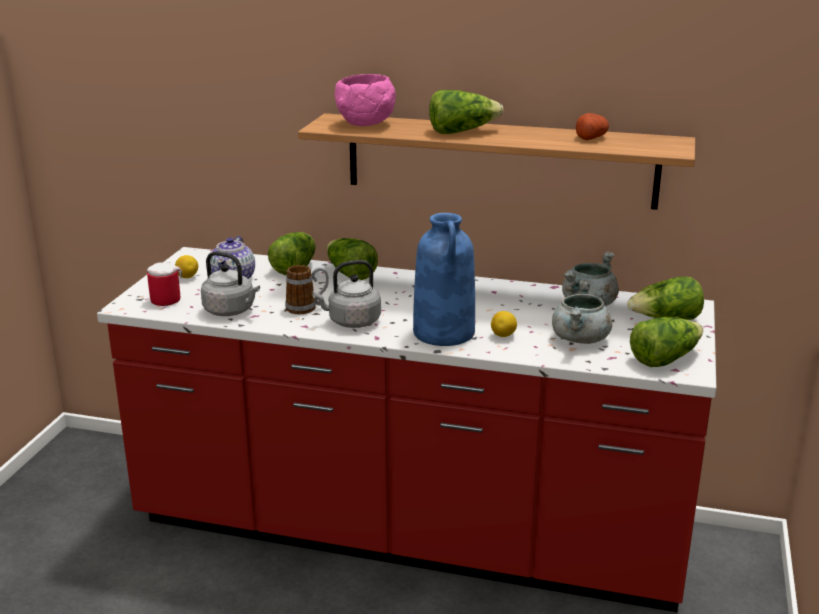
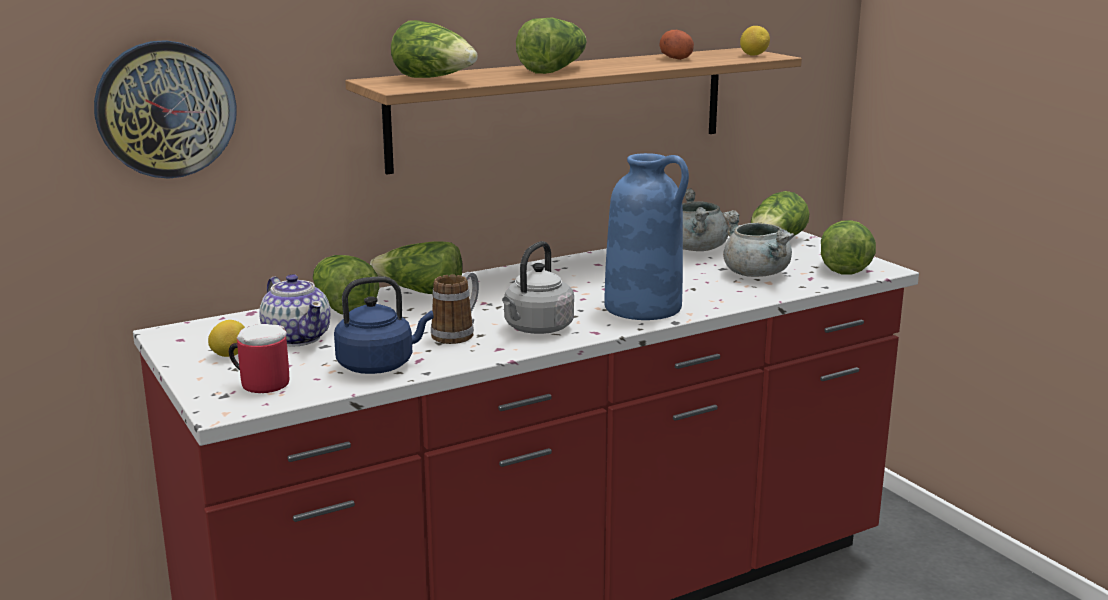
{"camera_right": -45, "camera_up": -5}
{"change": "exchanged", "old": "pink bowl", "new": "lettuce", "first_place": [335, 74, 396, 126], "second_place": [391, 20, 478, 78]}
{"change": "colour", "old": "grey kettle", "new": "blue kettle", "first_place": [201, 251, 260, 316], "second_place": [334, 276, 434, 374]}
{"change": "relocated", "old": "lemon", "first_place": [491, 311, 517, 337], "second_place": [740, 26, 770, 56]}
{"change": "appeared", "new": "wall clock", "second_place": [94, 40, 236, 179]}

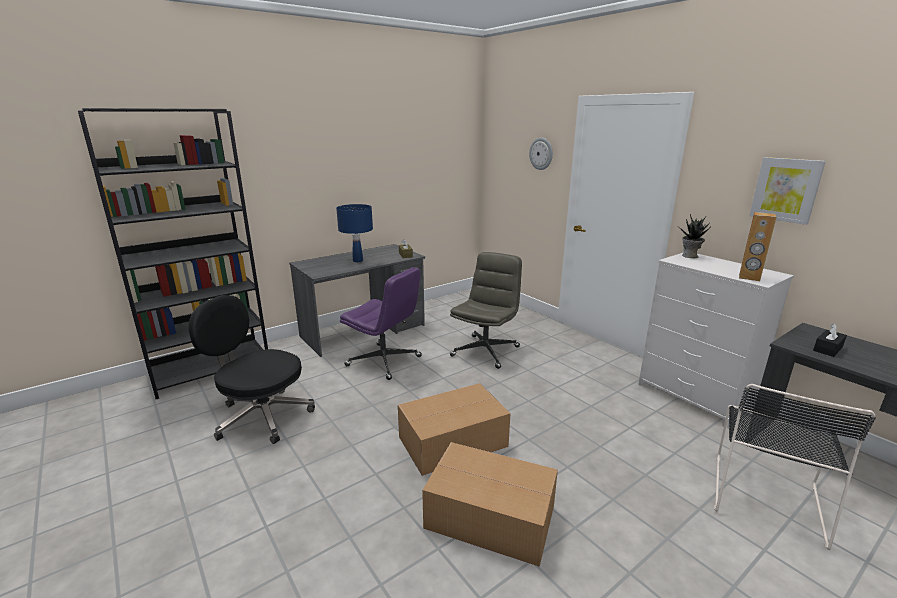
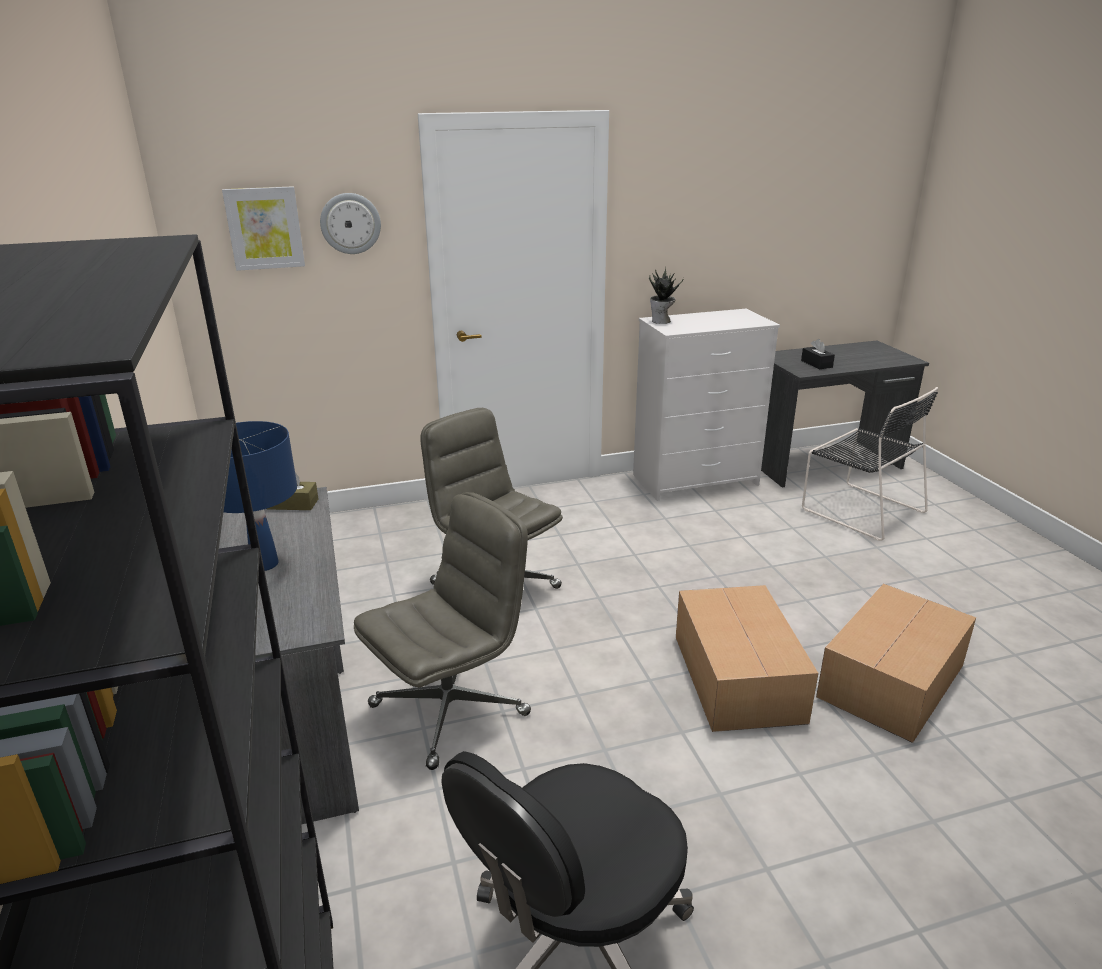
{"camera_right": -70, "camera_up": 5}
{"change": "relocated", "old": "picture", "first_place": [749, 157, 826, 225], "second_place": [222, 186, 305, 271]}
{"change": "missing", "old": "brown speaker", "first_place": [739, 212, 776, 281]}
{"change": "colour", "old": "purple office chair", "new": "grey office chair", "first_place": [340, 267, 422, 380], "second_place": [354, 492, 531, 770]}

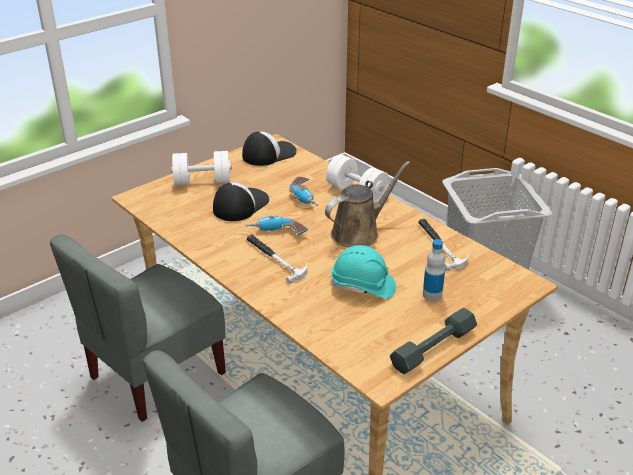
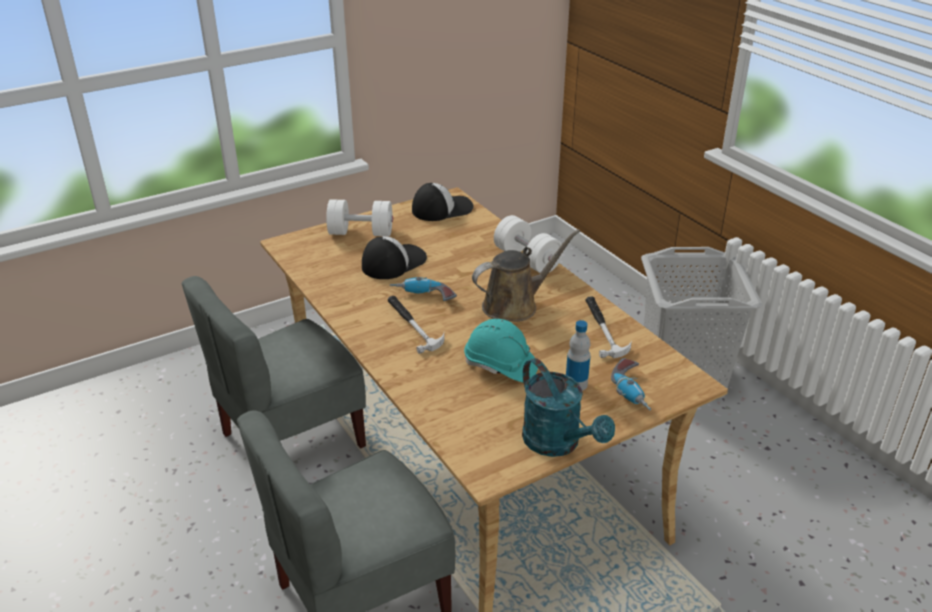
{"camera_right": 10, "camera_up": 0}
{"change": "relocated", "old": "power drill", "first_place": [289, 177, 318, 206], "second_place": [611, 358, 651, 411]}
{"change": "exchanged", "old": "grey dumbbell", "new": "turquoise watering can", "first_place": [390, 308, 477, 374], "second_place": [522, 358, 615, 457]}

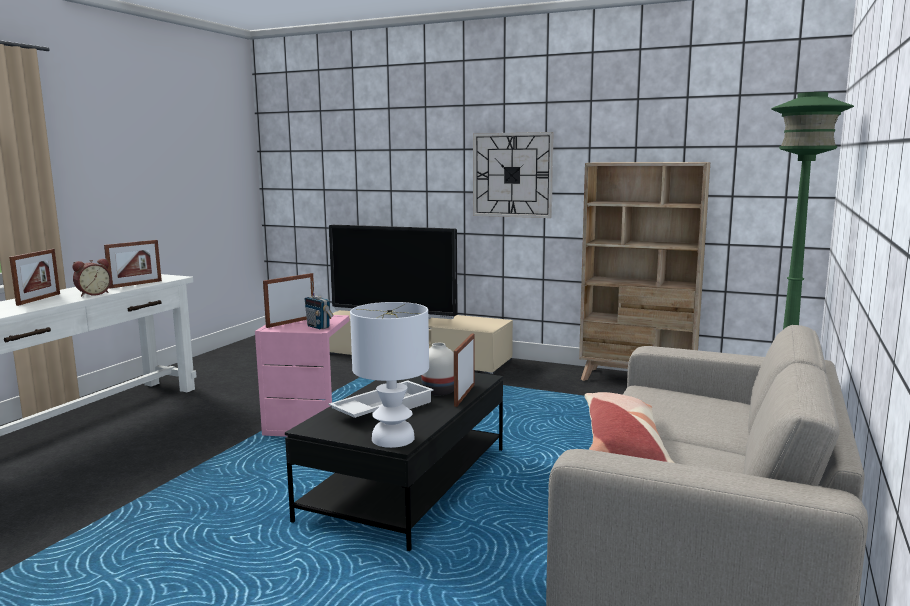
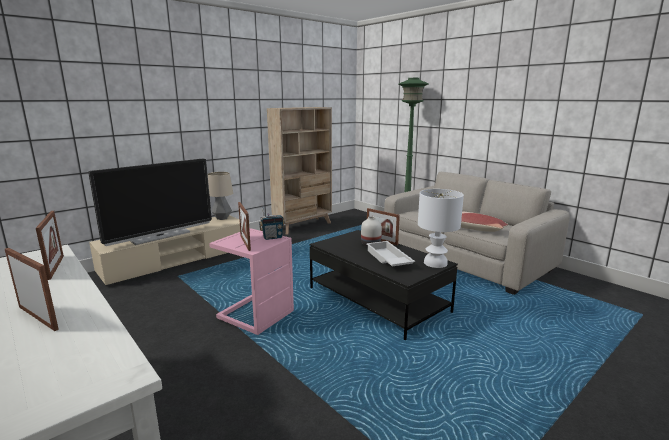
{"camera_right": -65, "camera_up": 5}
{"change": "missing", "old": "wall clock", "first_place": [473, 132, 554, 218]}
{"change": "missing", "old": "alarm clock", "first_place": [73, 259, 112, 297]}
{"change": "appeared", "new": "table lamp", "second_place": [208, 172, 233, 220]}

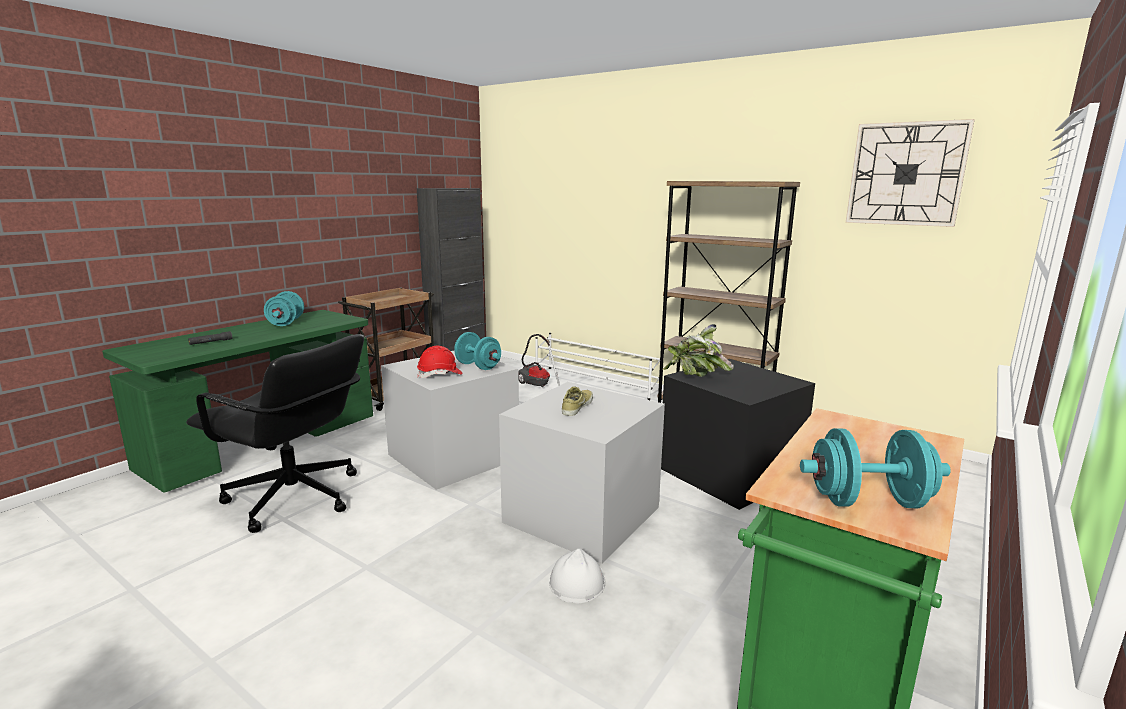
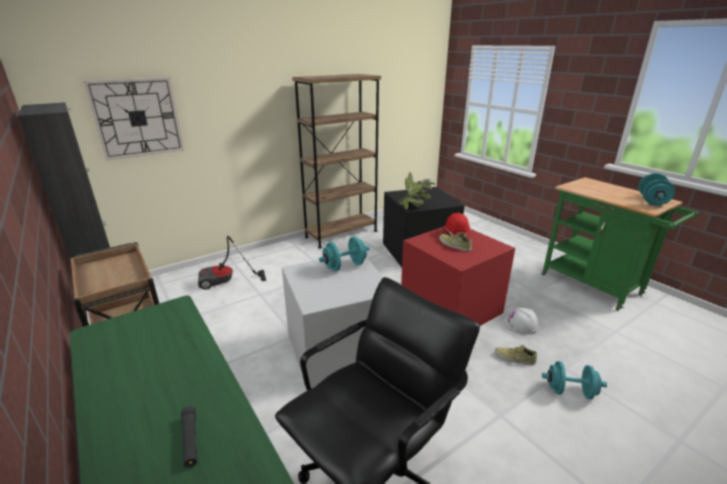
{"camera_right": -70, "camera_up": 10}
{"change": "relocated", "old": "wall clock", "first_place": [846, 119, 975, 227], "second_place": [84, 77, 184, 161]}
{"change": "relocated", "old": "turquoise dumbbell", "first_place": [264, 291, 304, 326], "second_place": [542, 361, 607, 399]}
{"change": "missing", "old": "white shoe rack", "first_place": [535, 333, 660, 400]}
{"change": "relocated", "old": "red hard hat", "first_place": [417, 346, 463, 378], "second_place": [444, 213, 470, 236]}
{"change": "colour", "old": "grey storage box", "new": "red storage box", "first_place": [499, 382, 665, 564], "second_place": [401, 226, 515, 326]}
{"change": "appeared", "new": "beige shoe", "second_place": [495, 345, 537, 365]}

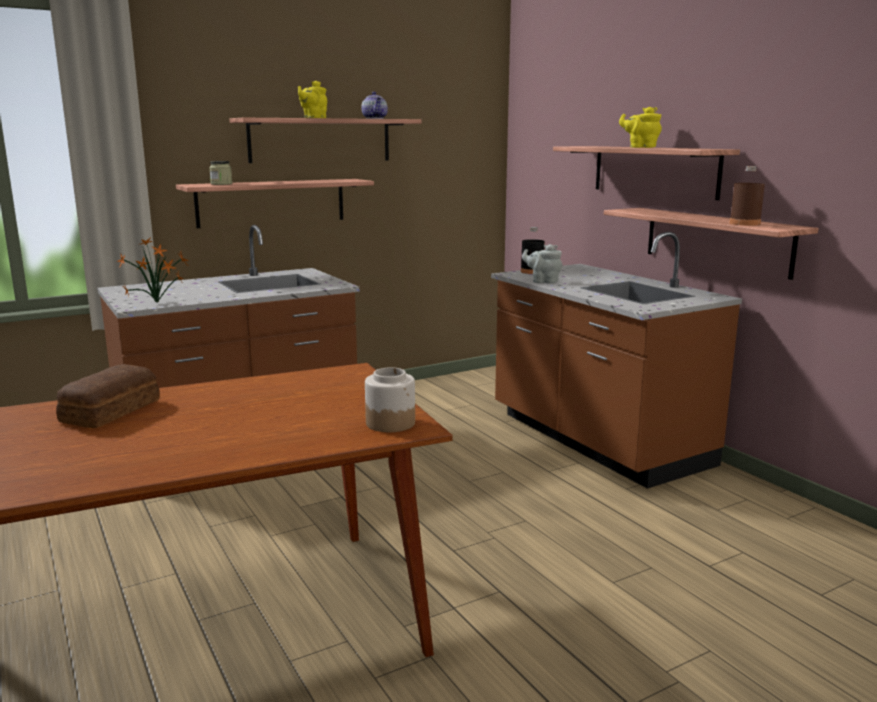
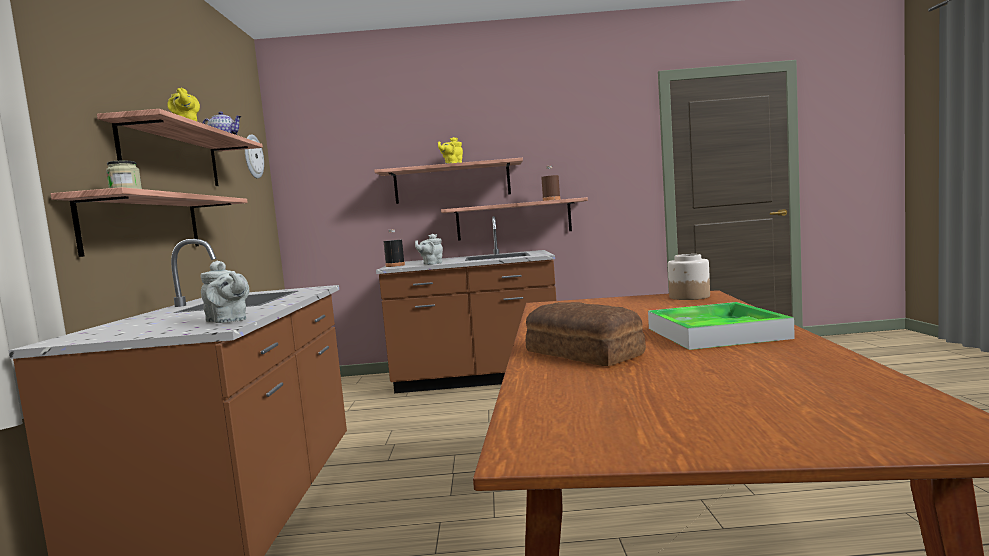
{"camera_right": -60, "camera_up": -10}
{"change": "exchanged", "old": "potted plant", "new": "grey teapot", "first_place": [117, 237, 190, 303], "second_place": [200, 260, 249, 323]}
{"change": "appeared", "new": "wall clock", "second_place": [245, 134, 264, 179]}
{"change": "appeared", "new": "tray", "second_place": [648, 302, 795, 350]}

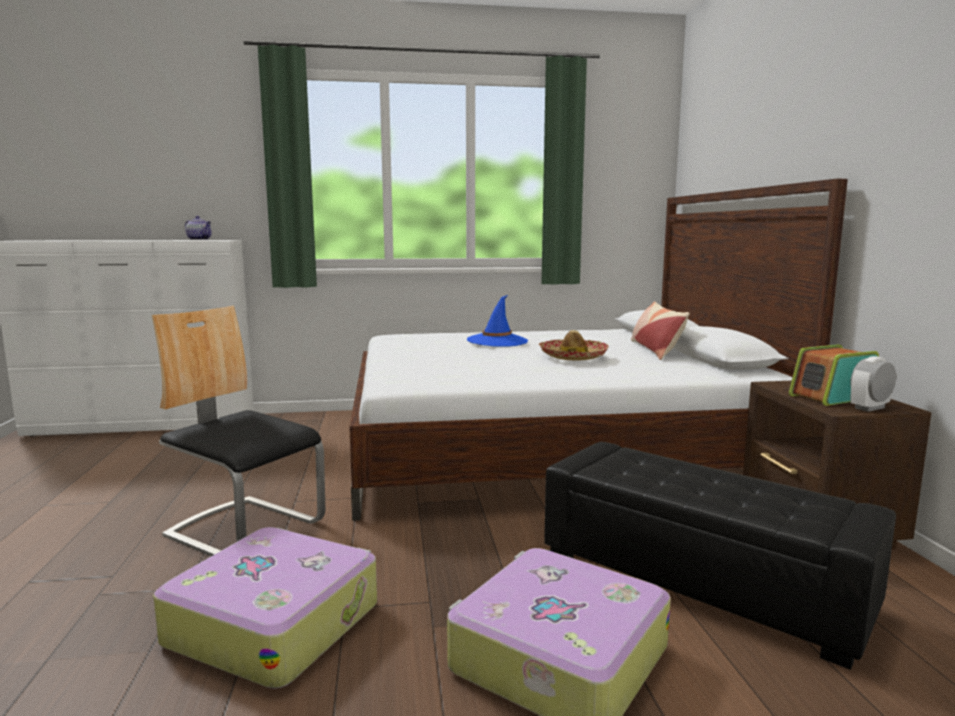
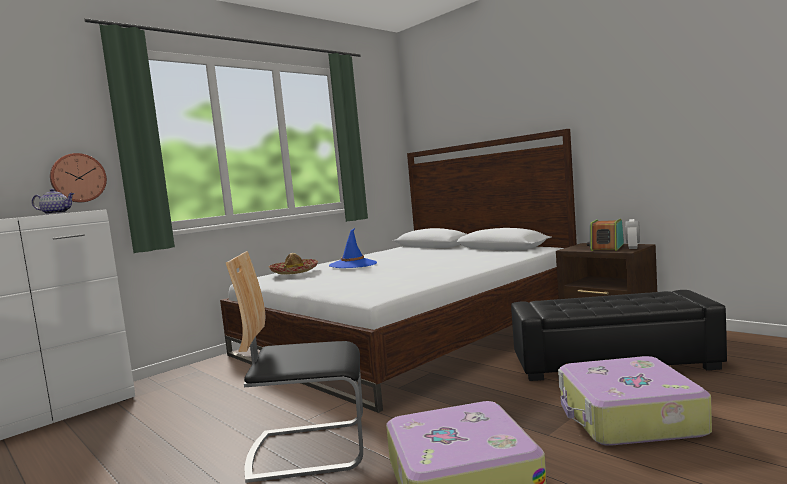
{"camera_right": -35, "camera_up": -5}
{"change": "missing", "old": "pillow", "first_place": [631, 301, 690, 360]}
{"change": "relocated", "old": "hat", "first_place": [539, 330, 609, 361], "second_place": [268, 253, 318, 275]}
{"change": "appeared", "new": "wall clock", "second_place": [50, 153, 107, 202]}

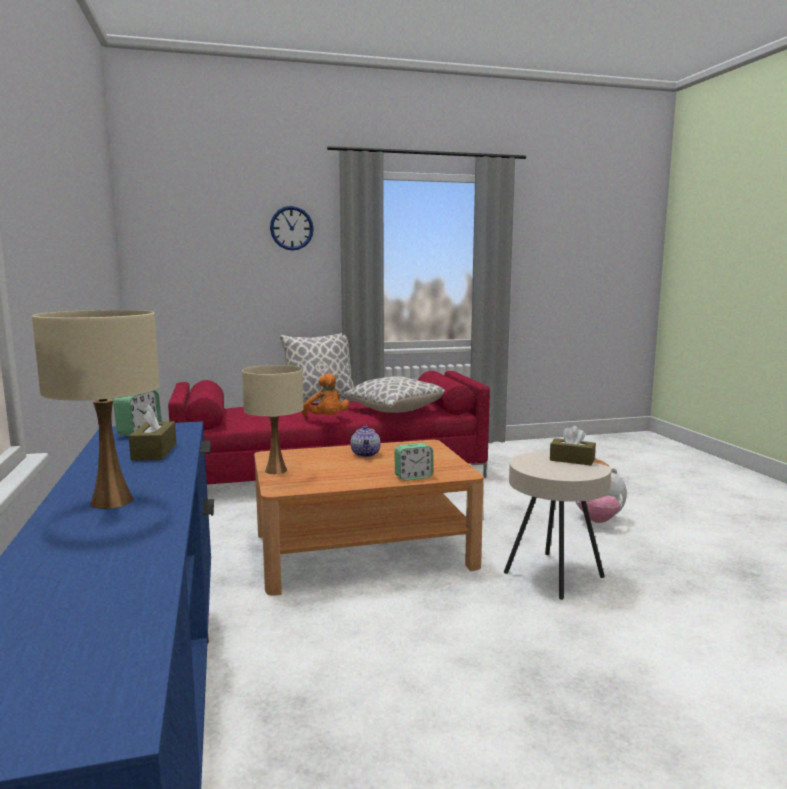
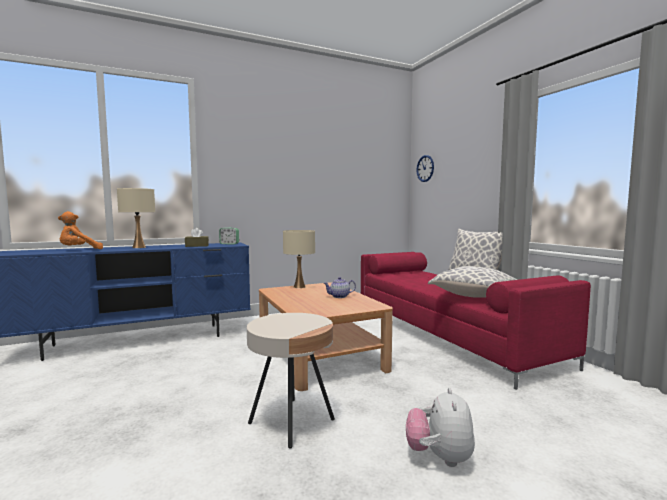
{"camera_right": 80, "camera_up": -5}
{"change": "relocated", "old": "wall clock", "first_place": [270, 206, 314, 251], "second_place": [416, 155, 434, 182]}
{"change": "relocated", "old": "orange plush toy", "first_place": [302, 373, 349, 418], "second_place": [58, 211, 103, 249]}
{"change": "missing", "old": "brown tissue box", "first_place": [550, 426, 596, 465]}
{"change": "missing", "old": "alarm clock", "first_place": [394, 443, 433, 480]}

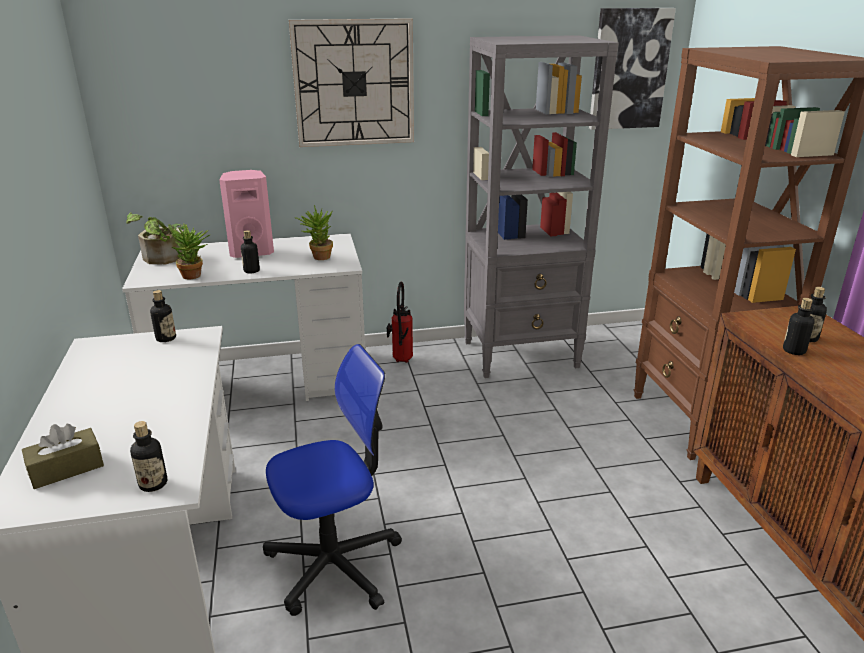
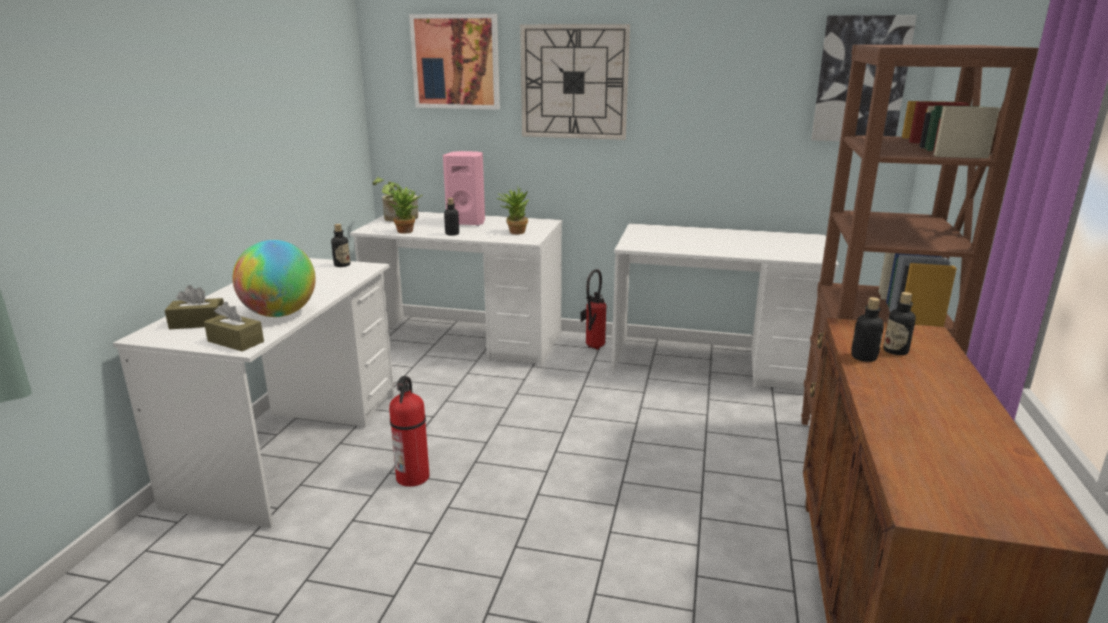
{"camera_right": 25, "camera_up": -5}
{"change": "exchanged", "old": "grey bookcase", "new": "white desk", "first_place": [464, 35, 618, 378], "second_place": [611, 223, 839, 390]}
{"change": "exchanged", "old": "office chair", "new": "fire extinguisher", "first_place": [263, 344, 402, 616], "second_place": [389, 376, 429, 487]}
{"change": "exchanged", "old": "bottle", "new": "brown tissue box", "first_place": [130, 421, 167, 492], "second_place": [204, 302, 264, 351]}
{"change": "appeared", "new": "picture", "second_place": [409, 14, 500, 110]}
{"change": "appeared", "new": "globe", "second_place": [233, 240, 316, 317]}

